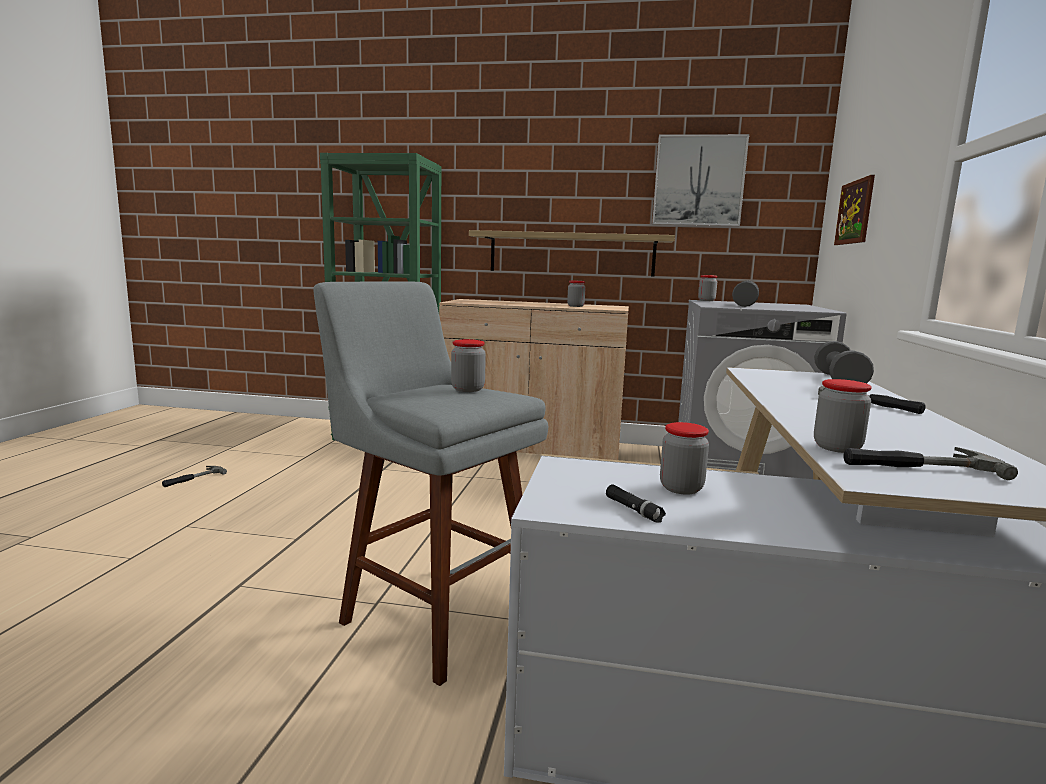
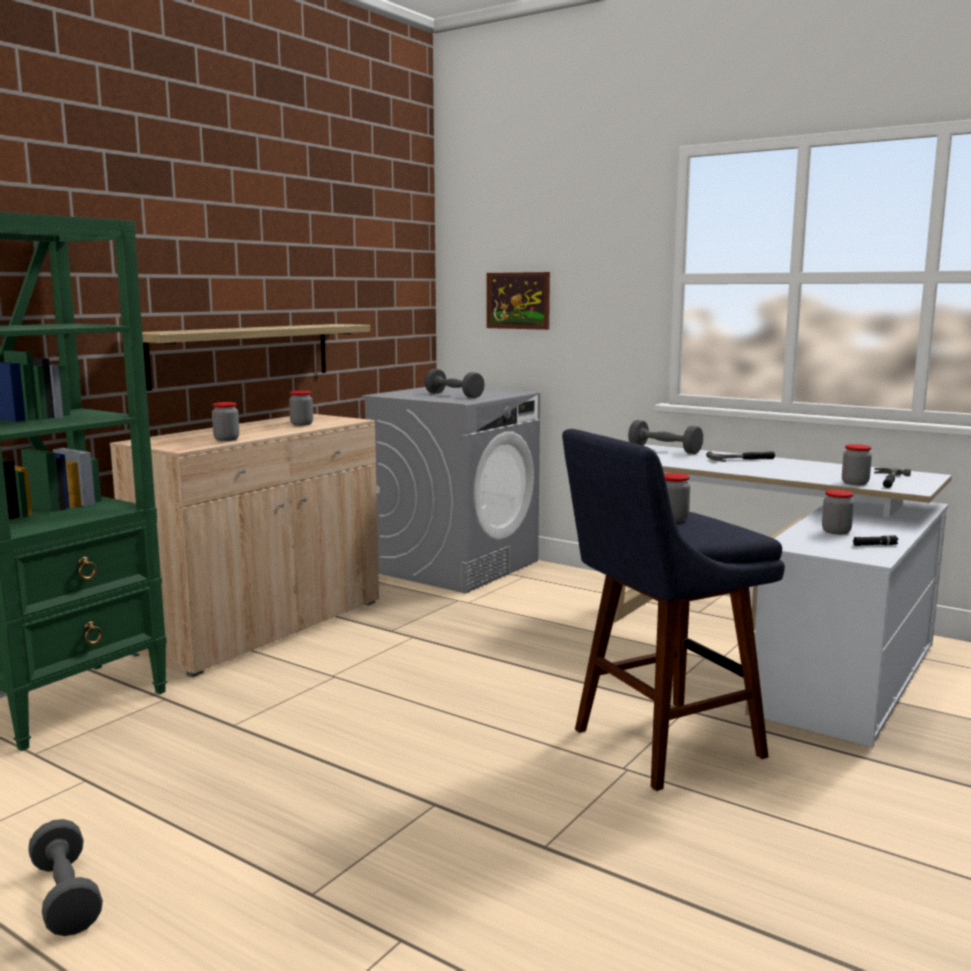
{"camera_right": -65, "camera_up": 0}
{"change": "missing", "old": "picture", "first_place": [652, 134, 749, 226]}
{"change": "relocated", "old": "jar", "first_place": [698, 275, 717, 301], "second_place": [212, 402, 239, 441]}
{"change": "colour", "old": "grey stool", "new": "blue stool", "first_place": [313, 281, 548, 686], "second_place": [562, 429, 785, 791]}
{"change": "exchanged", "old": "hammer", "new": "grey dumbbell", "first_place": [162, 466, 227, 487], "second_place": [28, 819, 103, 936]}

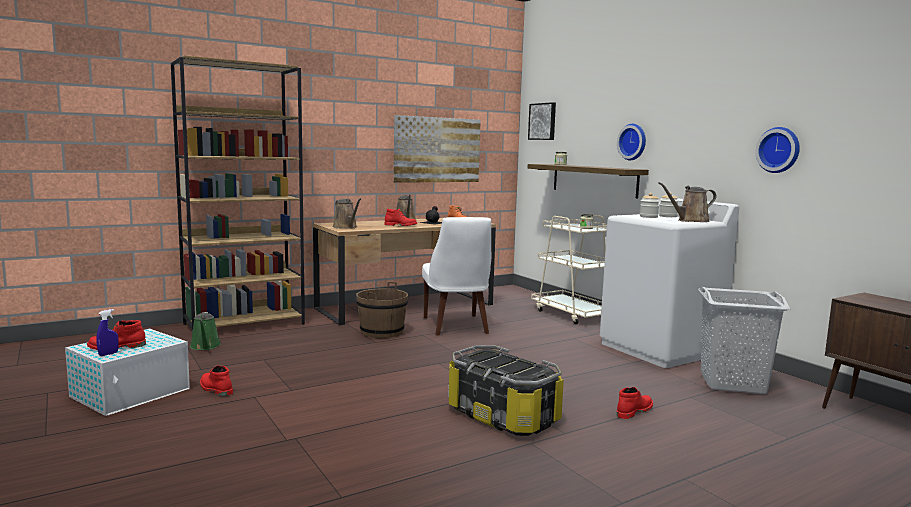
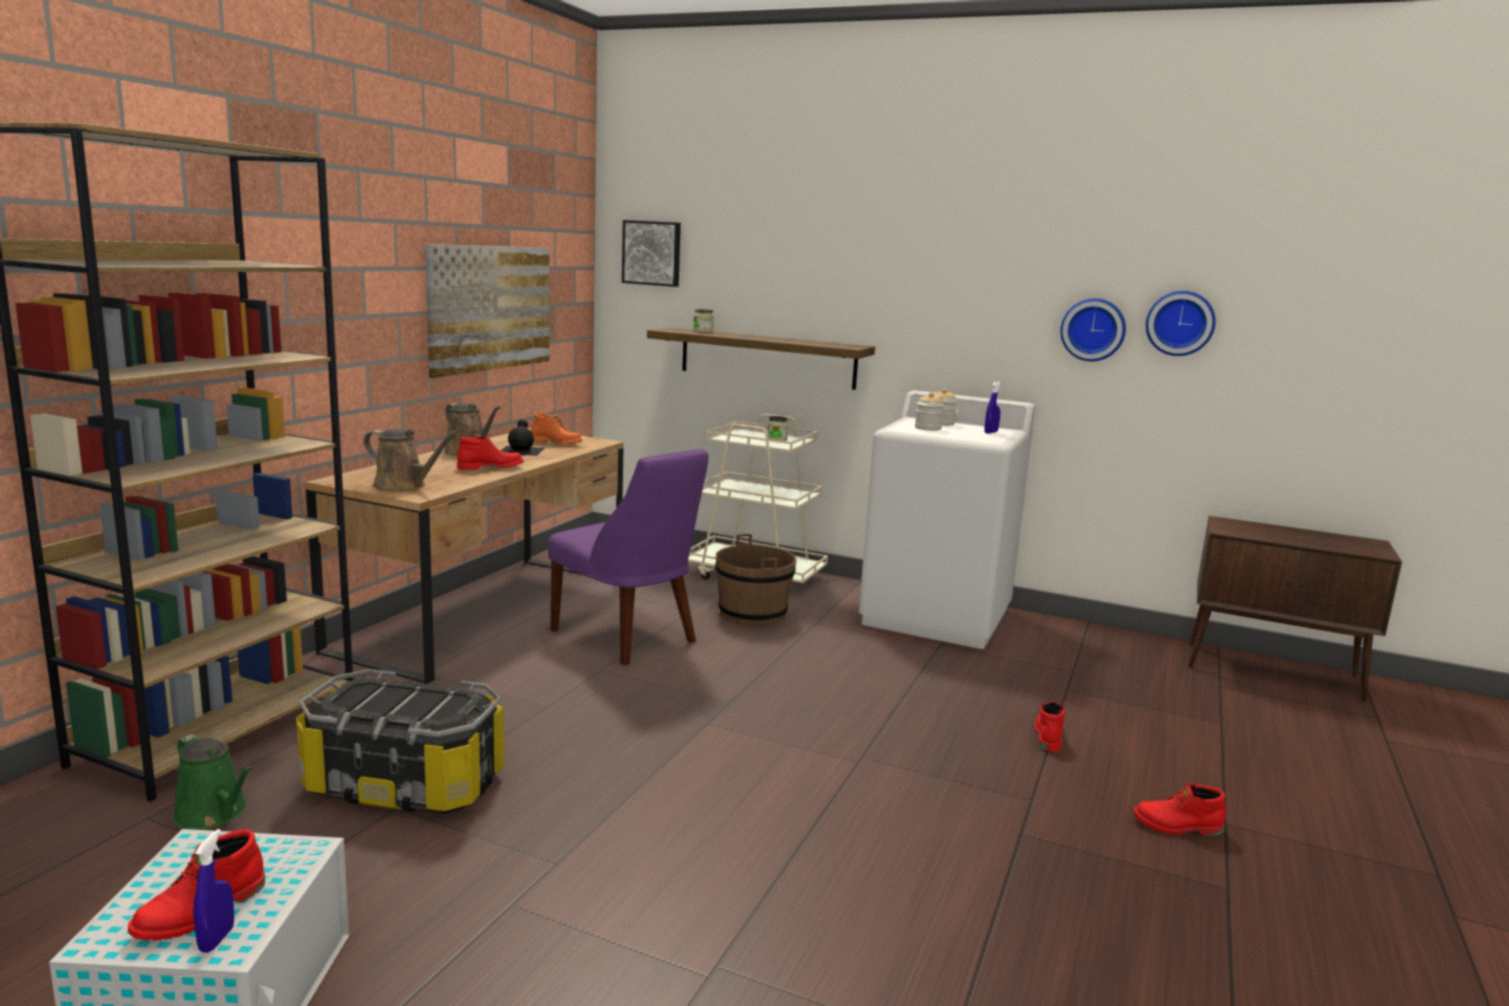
{"camera_right": -35, "camera_up": 5}
{"change": "relocated", "old": "wall clock", "first_place": [617, 124, 646, 160], "second_place": [1146, 291, 1216, 356]}
{"change": "exchanged", "old": "brown watering can", "new": "blue spray bottle", "first_place": [658, 182, 717, 222], "second_place": [984, 381, 1002, 434]}
{"change": "colour", "old": "white chair", "new": "purple chair", "first_place": [422, 217, 491, 336], "second_place": [548, 449, 708, 665]}
{"change": "relocated", "old": "brown bucket", "first_place": [356, 282, 408, 338], "second_place": [715, 534, 797, 626]}
{"change": "missing", "old": "grey laundry basket", "first_place": [698, 287, 791, 394]}
{"change": "relocated", "old": "storage box", "first_place": [448, 345, 564, 436], "second_place": [296, 669, 504, 814]}
{"change": "relocated", "old": "red boot", "first_place": [200, 366, 233, 396], "second_place": [1133, 783, 1226, 836]}

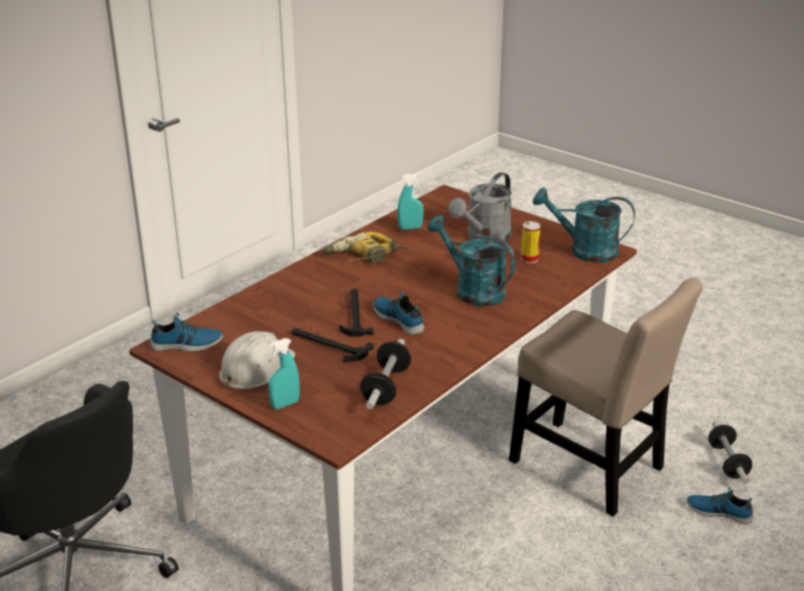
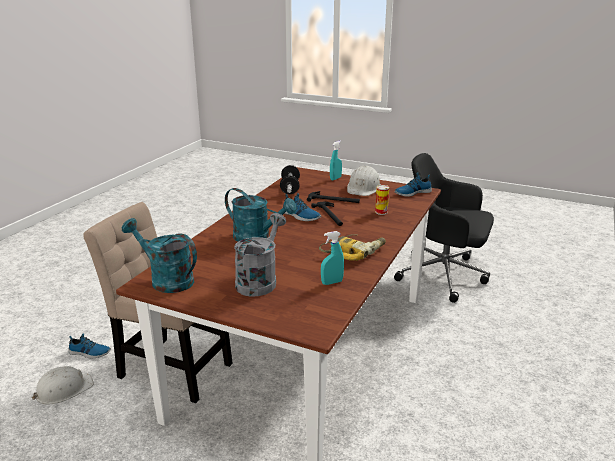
{"camera_right": 165, "camera_up": -5}
{"change": "spun", "old": "turquoise watering can", "first_place": [533, 188, 635, 263], "second_place": [122, 218, 197, 293], "degrees": -150}
{"change": "relocated", "old": "can", "first_place": [521, 221, 541, 263], "second_place": [375, 185, 389, 215]}
{"change": "exchanged", "old": "dumbbell", "new": "white hard hat", "first_place": [708, 421, 752, 484], "second_place": [31, 366, 94, 404]}

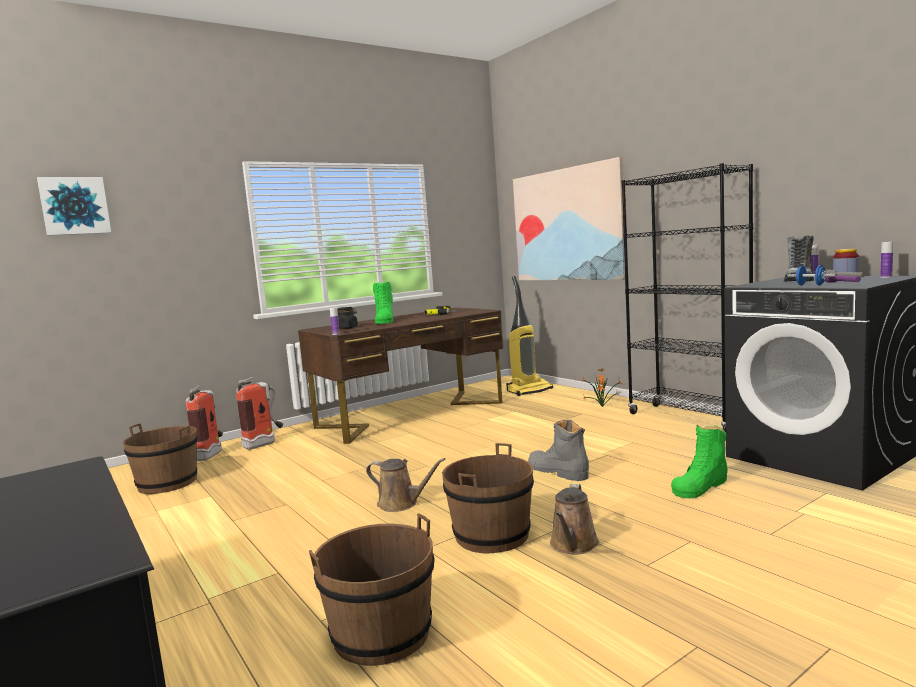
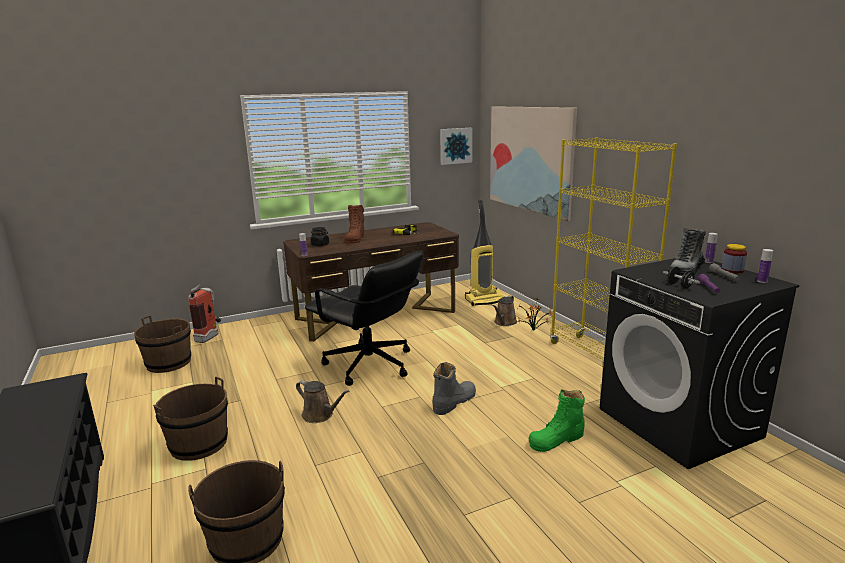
{"camera_right": 10, "camera_up": 10}
{"change": "colour", "old": "black bookcase", "new": "yellow bookcase", "first_place": [621, 163, 753, 432], "second_place": [550, 137, 677, 361]}
{"change": "relocated", "old": "picture", "first_place": [37, 177, 111, 236], "second_place": [440, 128, 472, 165]}
{"change": "colour", "old": "blue dumbbell", "new": "black dumbbell", "first_place": [787, 265, 836, 286], "second_place": [663, 266, 700, 288]}
{"change": "colour", "old": "green boot", "new": "brown boot", "first_place": [373, 282, 393, 324], "second_place": [345, 205, 364, 244]}
{"change": "missing", "old": "fire extinguisher", "first_place": [236, 377, 283, 450]}
{"change": "spun", "old": "grey boot", "first_place": [528, 420, 589, 481], "second_place": [433, 362, 476, 415], "degrees": 75}
{"change": "relocated", "old": "brown bucket", "first_place": [442, 443, 534, 553], "second_place": [153, 377, 228, 461]}
{"change": "relocated", "old": "brown watering can", "first_place": [550, 484, 599, 554], "second_place": [493, 296, 517, 326]}
{"change": "appeared", "new": "black office chair", "second_place": [305, 250, 424, 386]}

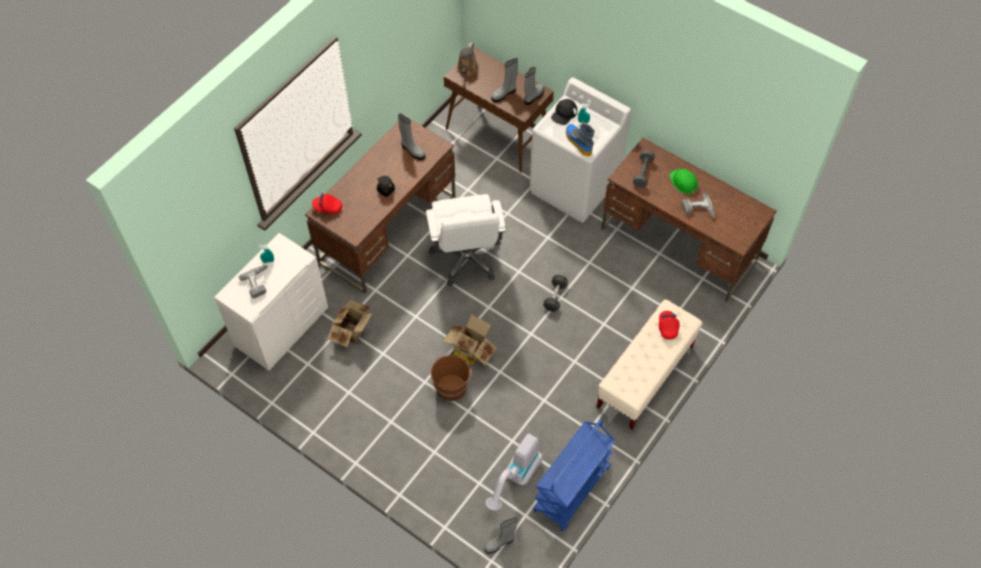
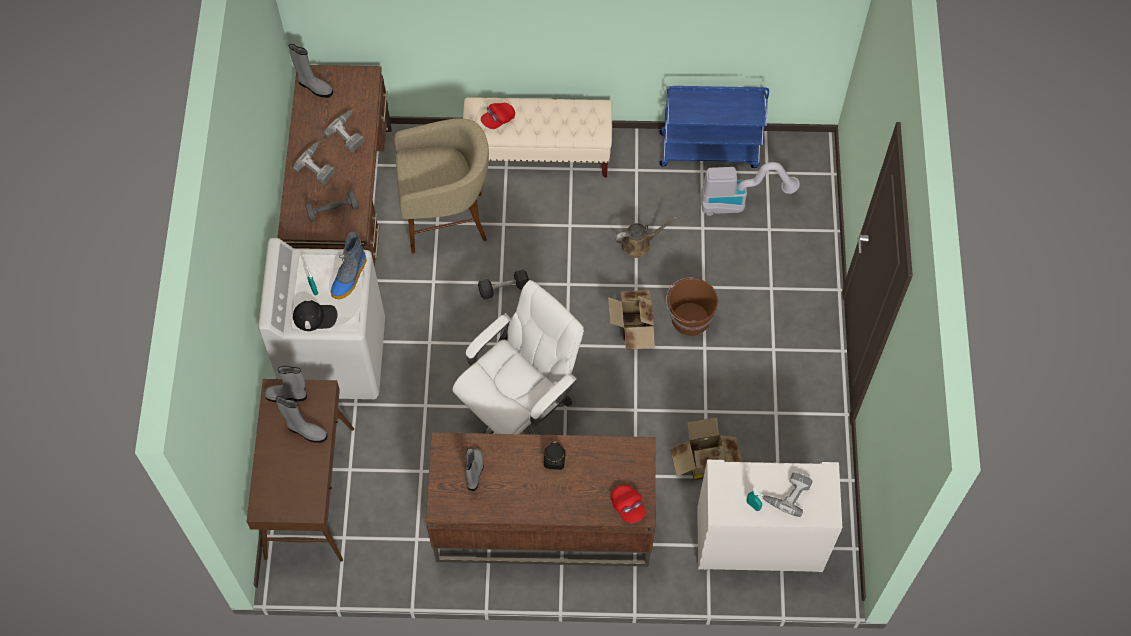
{"camera_right": -125, "camera_up": 5}
{"change": "relocated", "old": "brown watering can", "first_place": [456, 43, 478, 76], "second_place": [615, 216, 677, 258]}
{"change": "exchanged", "old": "green hard hat", "new": "power drill", "first_place": [669, 169, 698, 194], "second_place": [293, 142, 334, 184]}
{"change": "relocated", "old": "grey boot", "first_place": [484, 518, 517, 554], "second_place": [289, 44, 333, 98]}
{"change": "appeared", "new": "beige stool", "second_place": [394, 118, 489, 253]}

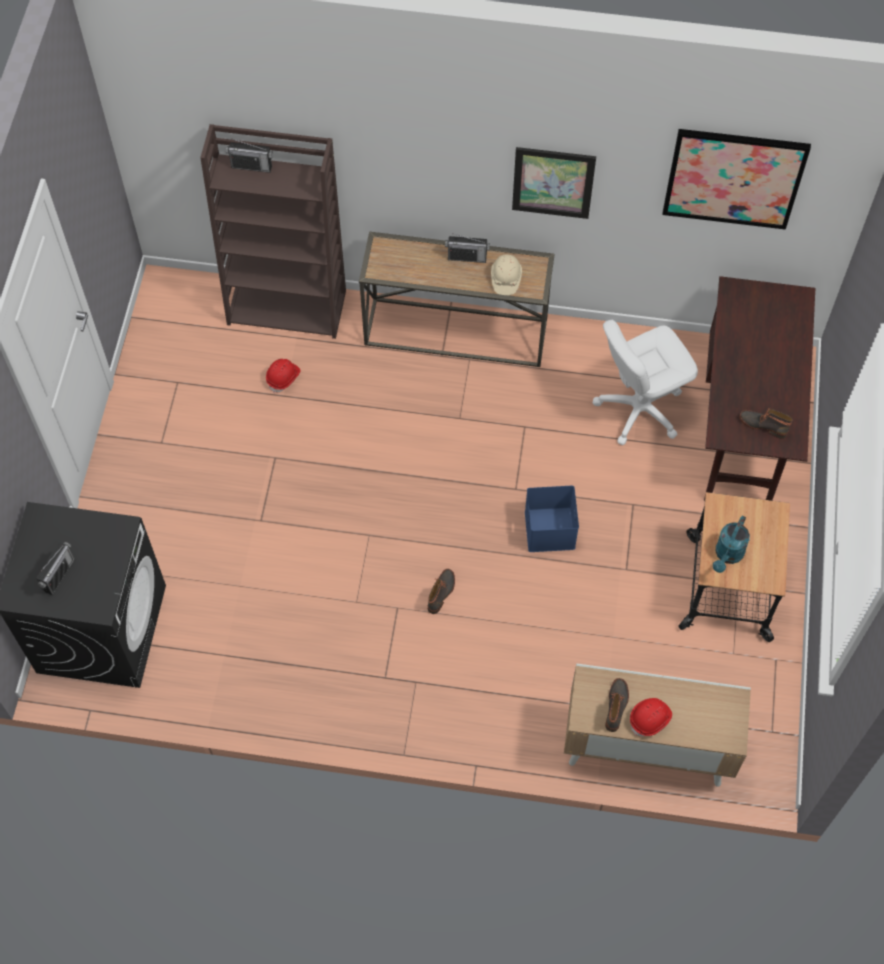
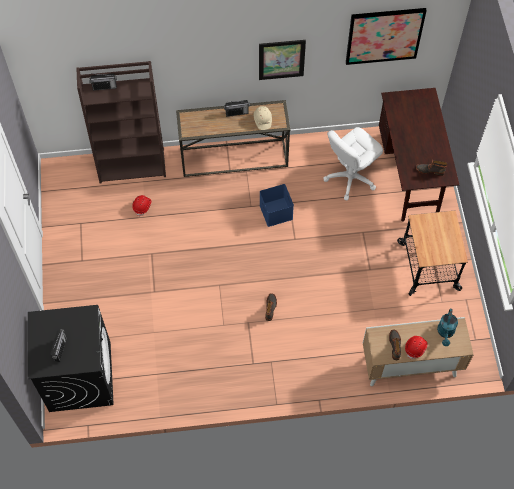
{"camera_right": -15, "camera_up": 0}
{"change": "relocated", "old": "blue storage box", "first_place": [525, 486, 579, 552], "second_place": [260, 184, 294, 227]}
{"change": "relocated", "old": "turquoise watering can", "first_place": [713, 516, 750, 573], "second_place": [437, 309, 458, 346]}

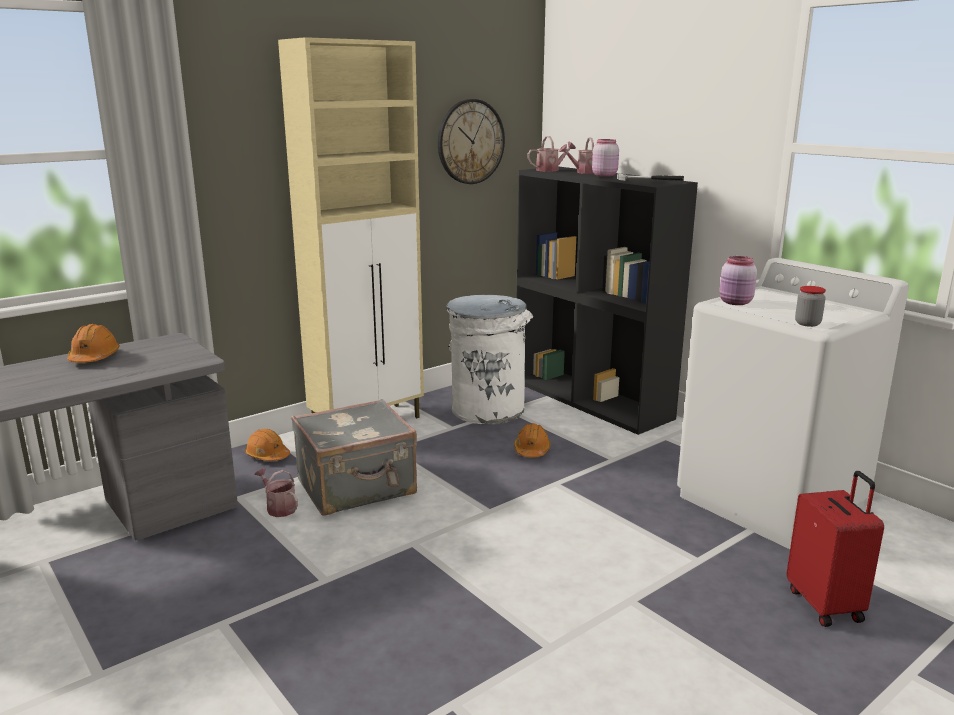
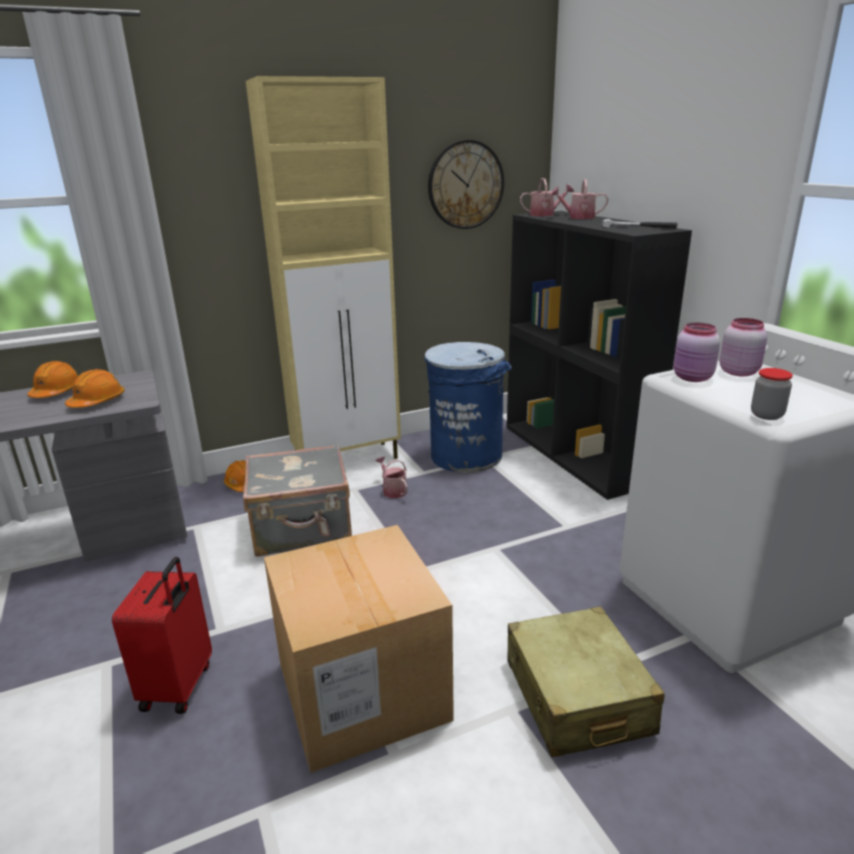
{"camera_right": 15, "camera_up": 5}
{"change": "relocated", "old": "pink jar", "first_place": [592, 139, 619, 177], "second_place": [720, 318, 767, 377]}
{"change": "colour", "old": "white trash can", "new": "blue trash can", "first_place": [447, 295, 533, 425], "second_place": [424, 342, 512, 473]}
{"change": "relocated", "old": "orange hard hat", "first_place": [514, 423, 551, 457], "second_place": [65, 369, 125, 408]}
{"change": "relocated", "old": "watering can", "first_place": [255, 468, 298, 517], "second_place": [375, 456, 408, 498]}
{"change": "relocated", "old": "red suitcase", "first_place": [786, 471, 884, 627], "second_place": [112, 557, 212, 714]}
{"change": "appeared", "new": "cardboard box", "second_place": [264, 525, 454, 773]}
{"change": "appeared", "new": "beige suitcase", "second_place": [507, 606, 665, 757]}

